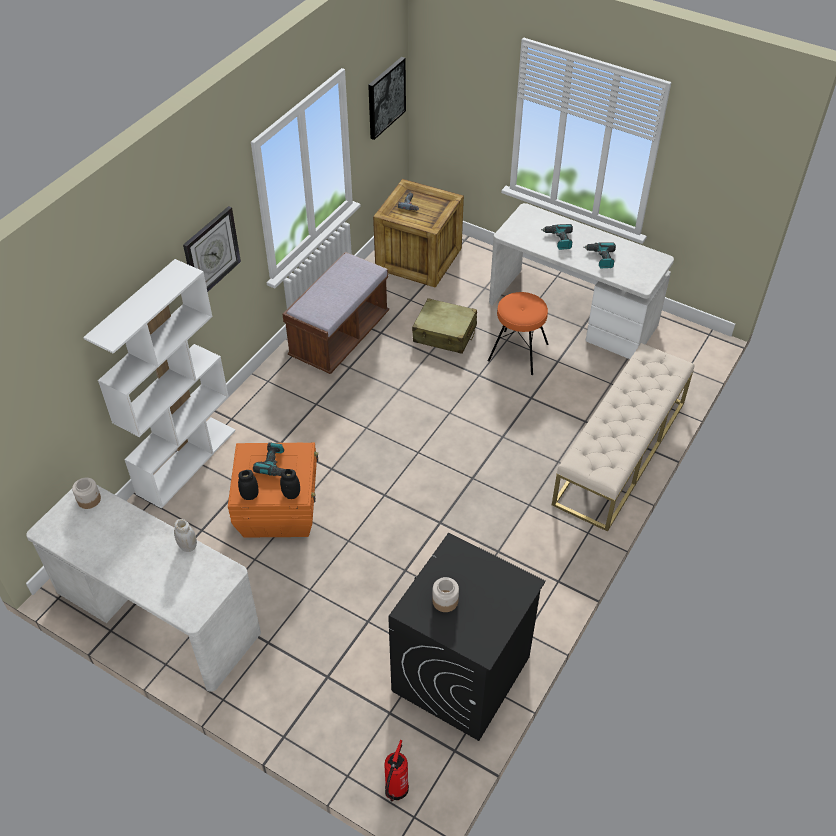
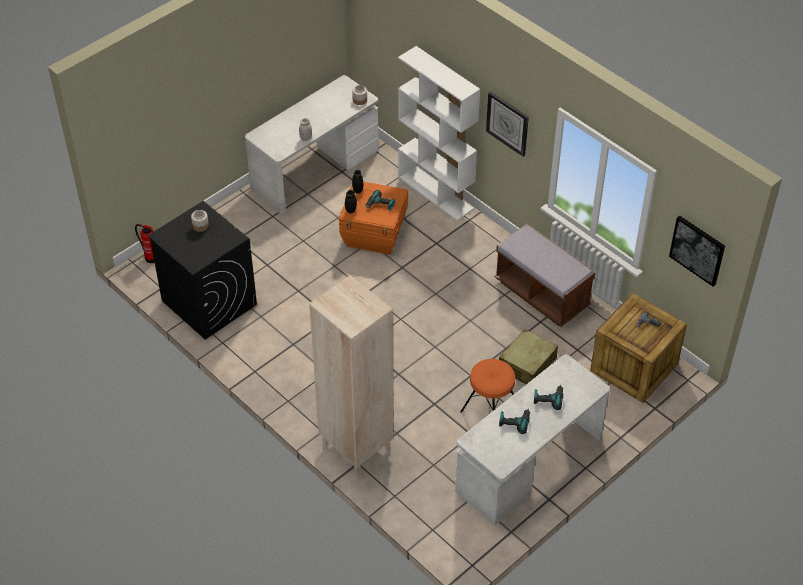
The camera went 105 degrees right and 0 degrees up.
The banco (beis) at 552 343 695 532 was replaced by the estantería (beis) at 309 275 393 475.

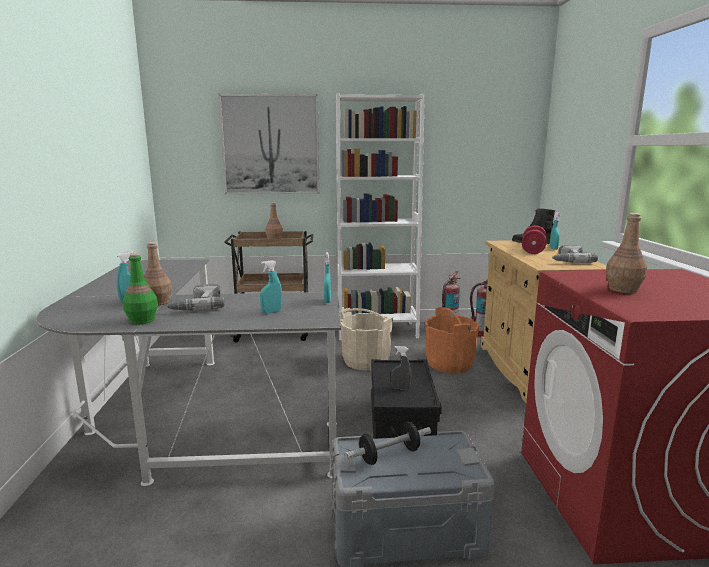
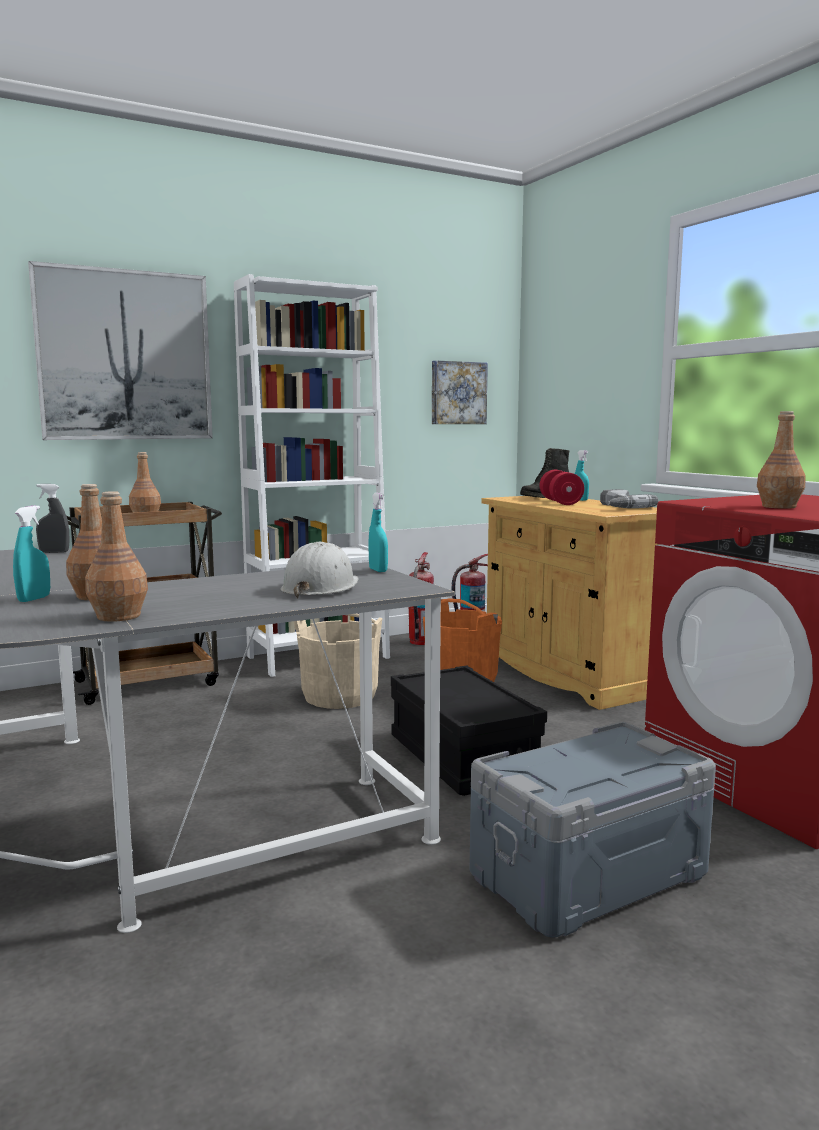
The camera went 25 degrees left and 5 degrees down.
The botella (verde) at 123 253 158 324 became the botella (marrón) at 85 491 148 622.
The pulverizador (turquesa) at 260 260 282 314 was replaced by the casco (blanco) at 280 542 359 598.
The taladro at 166 284 225 311 disappeared.
The pulverizador (gris) moved from 391 346 411 390 to 36 484 70 553.
The mancuerna at 345 422 431 465 disappeared.
The cuadro at 432 360 488 424 appeared.

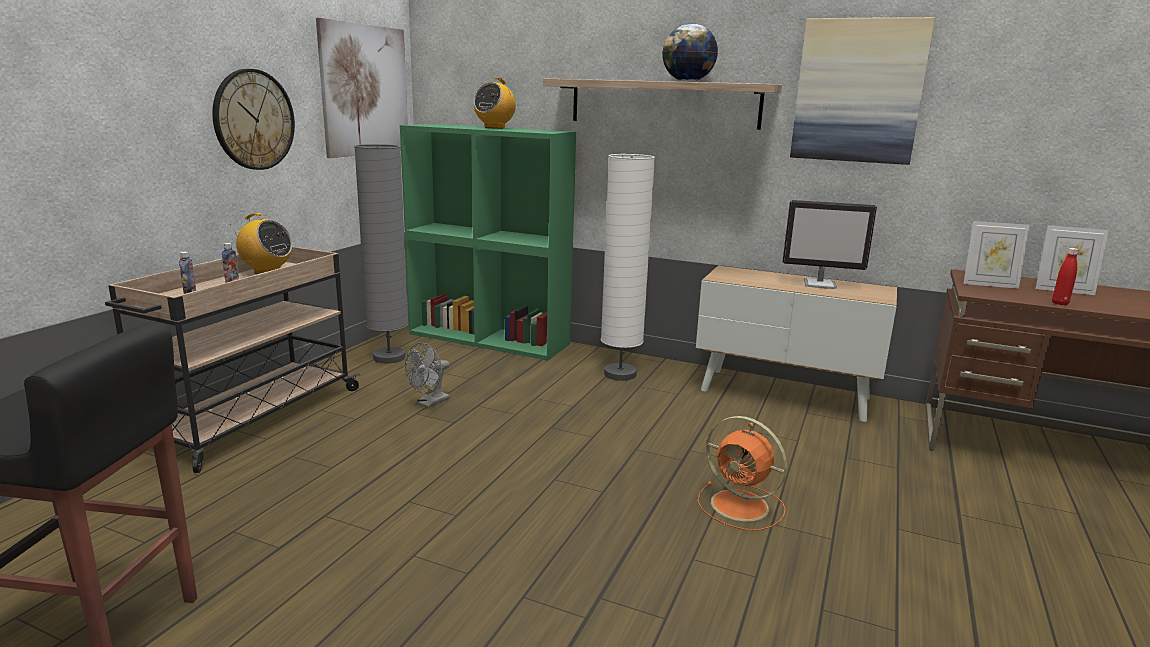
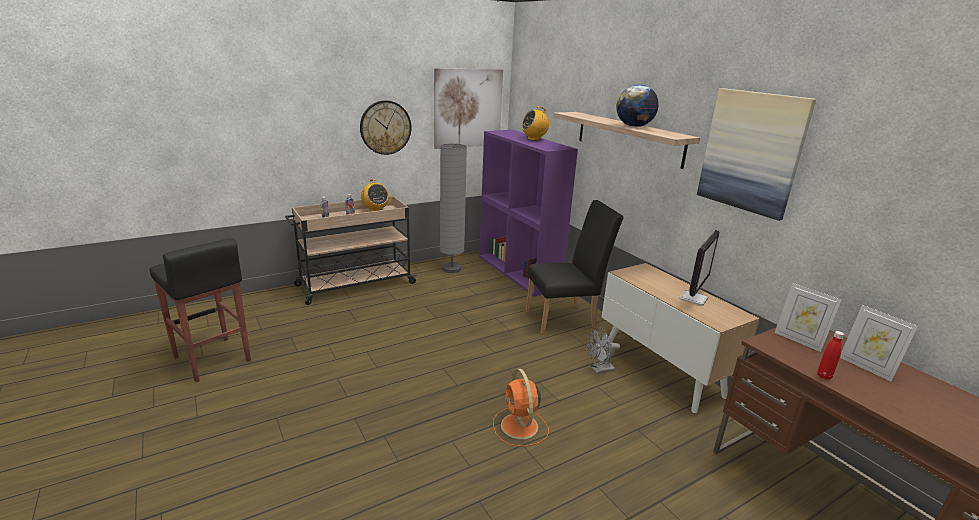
The camera went 35 degrees right and 5 degrees up.
The estantería (verde) at 400 124 576 361 became the estantería (morado) at 479 130 578 296.
The lámpara de pie (blanco) at 601 154 655 381 was replaced by the silla (negro) at 525 200 623 335.
The monitor at 783 200 877 289 turned 105 degrees counterclockwise.
The ventilador (gris) moved from 405 343 450 408 to 587 327 620 374.

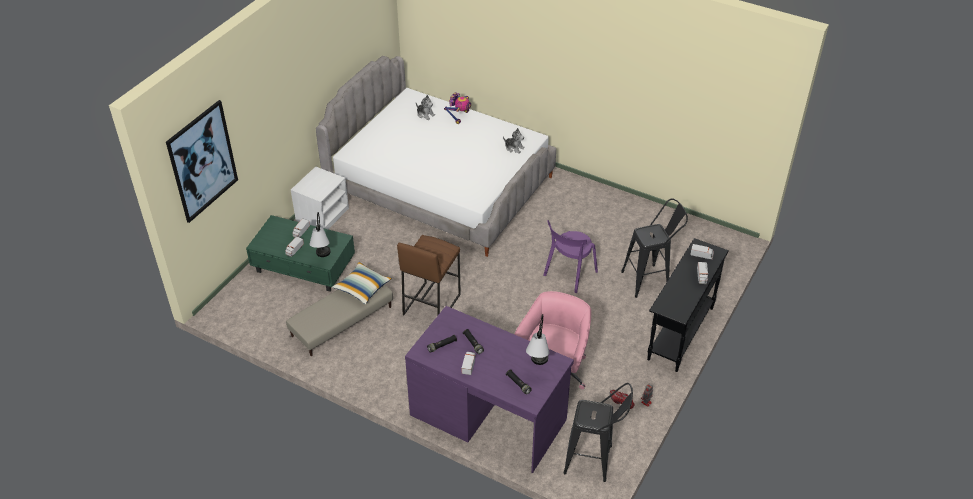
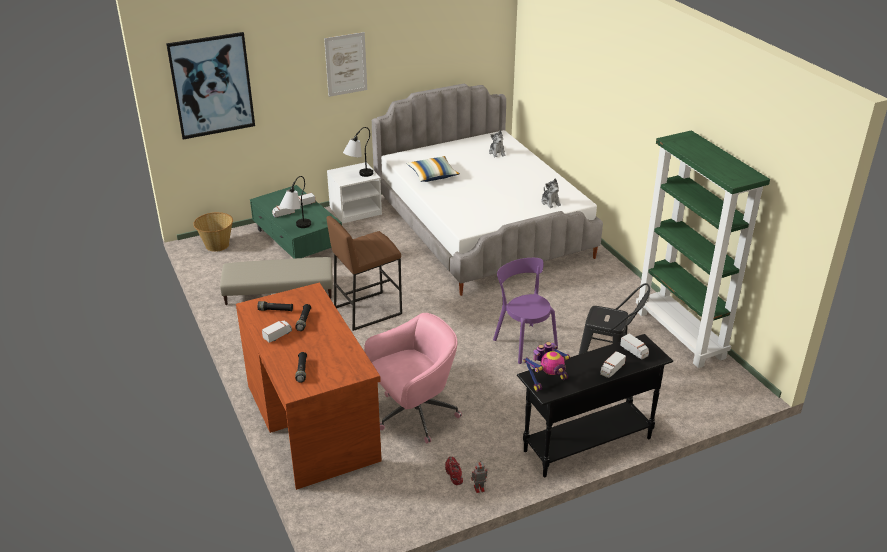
The camera went 35 degrees right and 10 degrees down.
The robot de juguete moved from 444 92 471 124 to 523 342 570 391.
The silla (morado) at 544 220 598 293 turned 75 degrees clockwise.
The cojín moved from 332 262 392 304 to 406 156 460 182.
The escritorio (morado) at 405 306 574 473 became the escritorio (marrón) at 236 283 382 490.
The lámpara de mesa moved from 526 314 550 365 to 343 127 373 177.
The taburete (negro) at 563 383 633 482 disappeared.
The cuadro at 324 32 367 97 appeared.
The estantería (verde) at 636 130 770 368 appeared.
The cesta at 193 212 233 252 appeared.

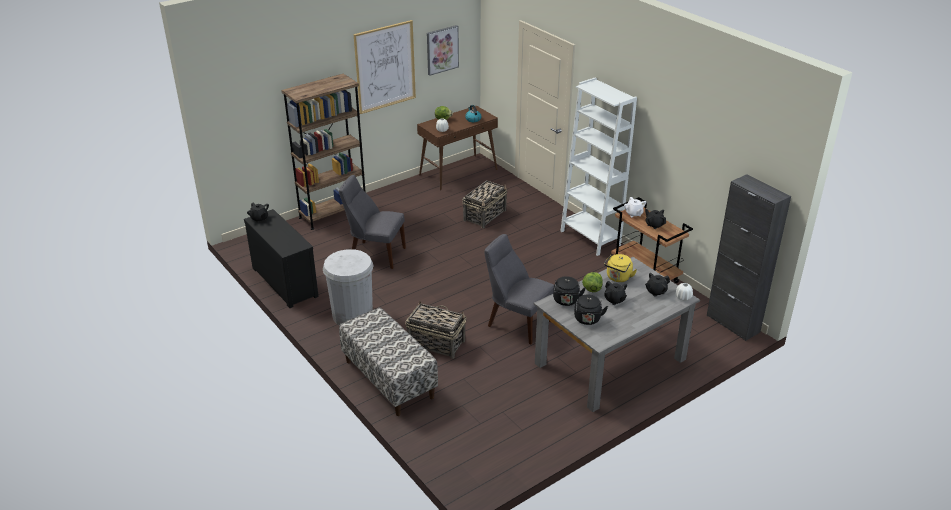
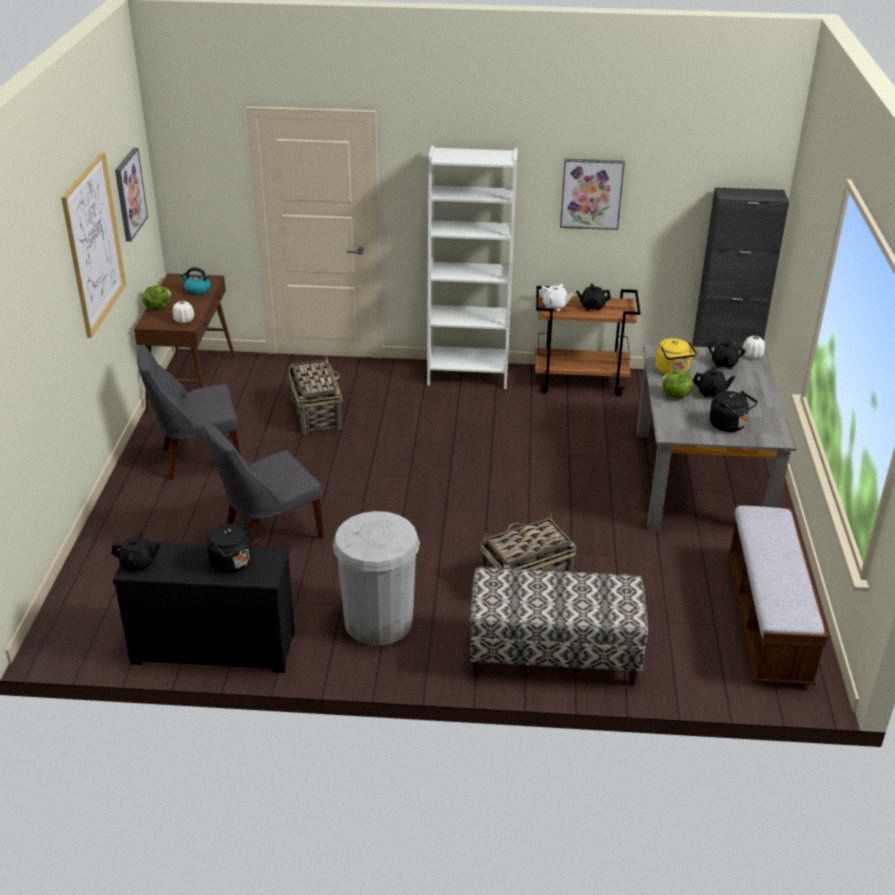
The camera went 50 degrees left and 0 degrees up.
The estantería (marrón) at 281 74 366 230 disappeared.
The silla (gris) moved from 484 234 554 344 to 137 345 240 480.
The hervidor (negro) moved from 553 276 586 306 to 207 524 258 573.
The cuadro at 560 159 625 230 appeared.
The banco at 728 506 828 685 appeared.

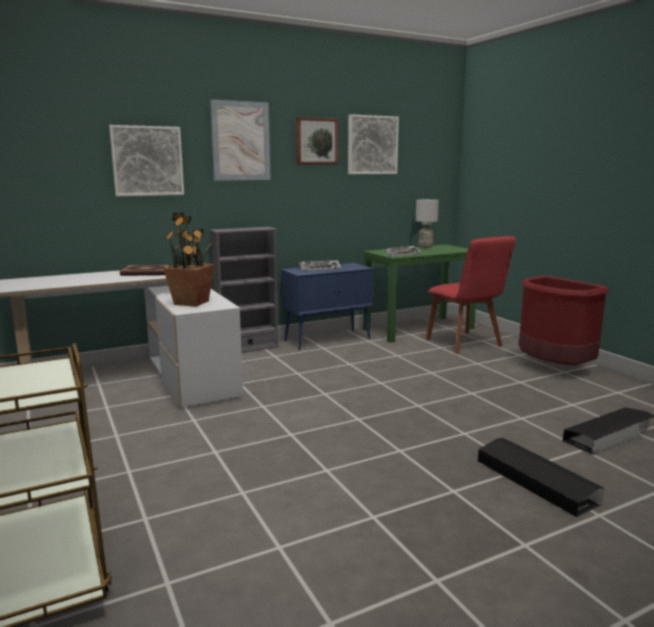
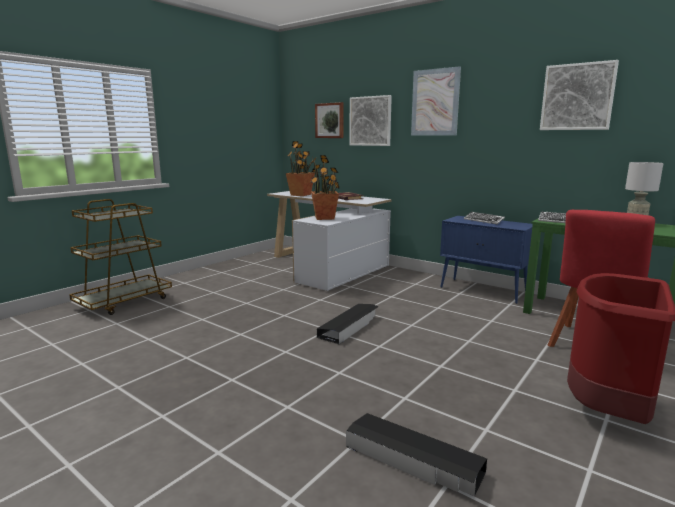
The camera went 65 degrees right and 0 degrees up.
The cuadro moved from 296 117 338 165 to 315 102 344 138.
The estantería (gris) at 210 227 280 353 disappeared.
The caja de almacenaje (negro) moved from 478 438 605 517 to 317 304 379 344.
The planta en maceta at 286 141 315 196 appeared.

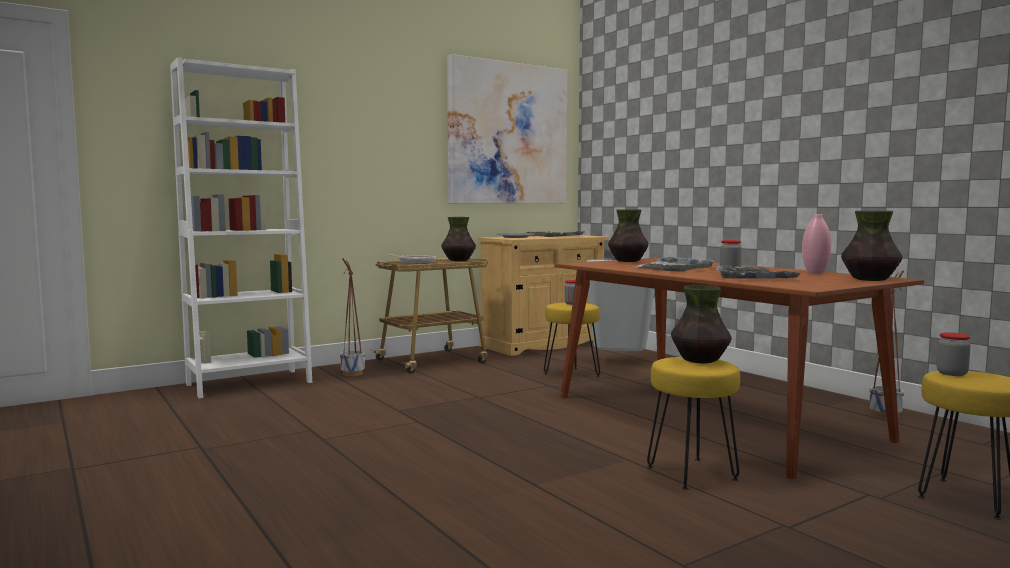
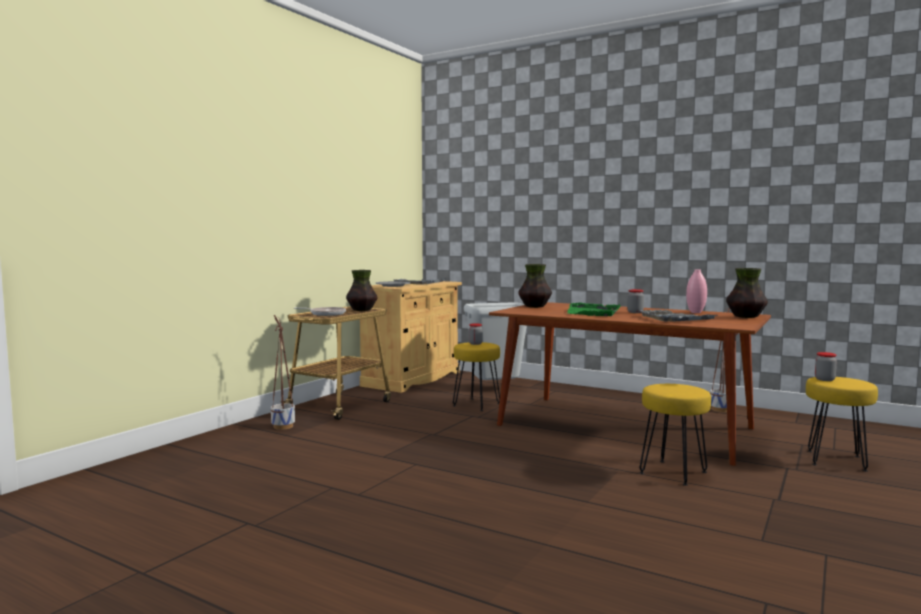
The camera went 25 degrees left and 0 degrees up.
The cuadro at 447 54 567 204 disappeared.
The estantería (blanco) at 170 57 312 399 disappeared.
The bandeja (gris) at 635 256 715 272 became the bandeja (verde) at 567 303 621 316.
The florero at 671 285 731 363 disappeared.

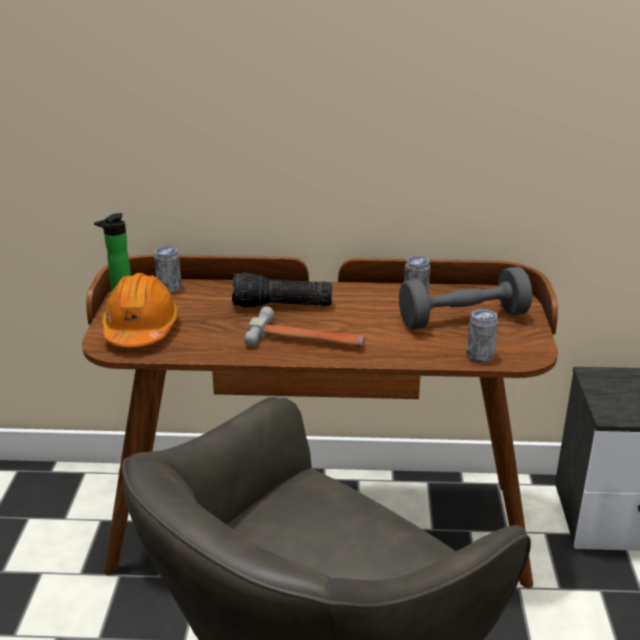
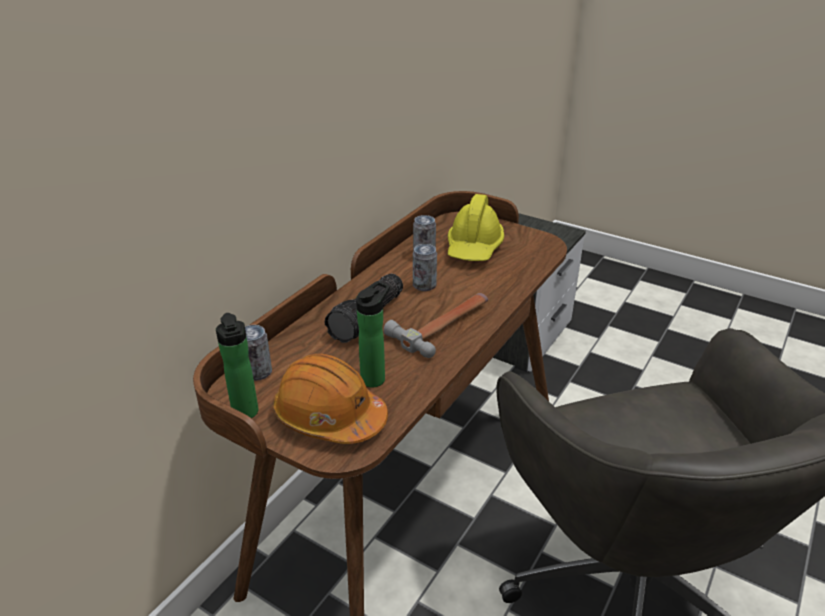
The camera went 60 degrees left and 5 degrees up.
The mancuerna (gris) at 399 267 532 330 was replaced by the casco (amarillo) at 448 194 504 261.
The lata moved from 466 309 498 363 to 413 244 437 291.
The botella at 356 281 390 388 appeared.

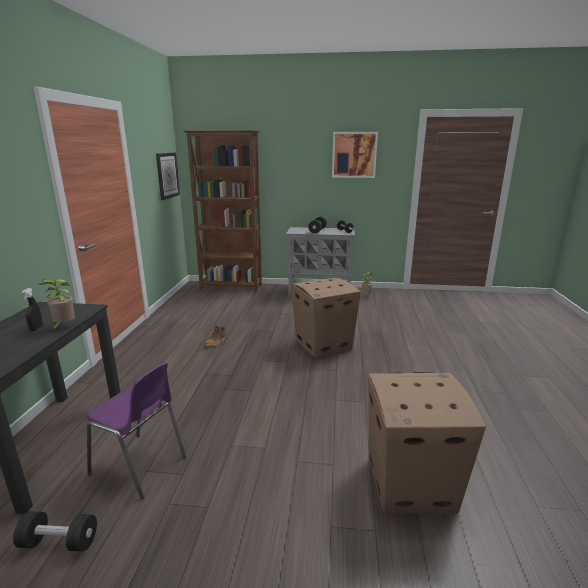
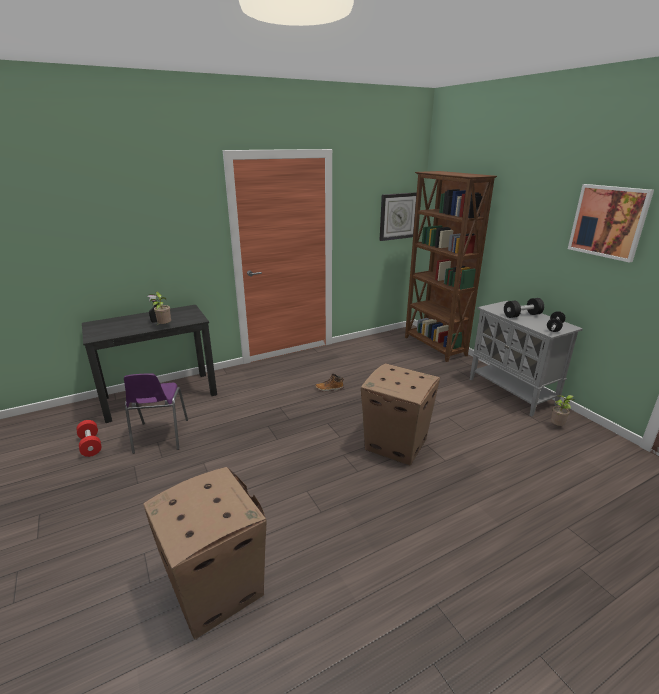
The camera went 55 degrees right and 5 degrees up.
The mancuerna (negro) at 13 511 97 552 became the mancuerna (rojo) at 76 420 101 457.

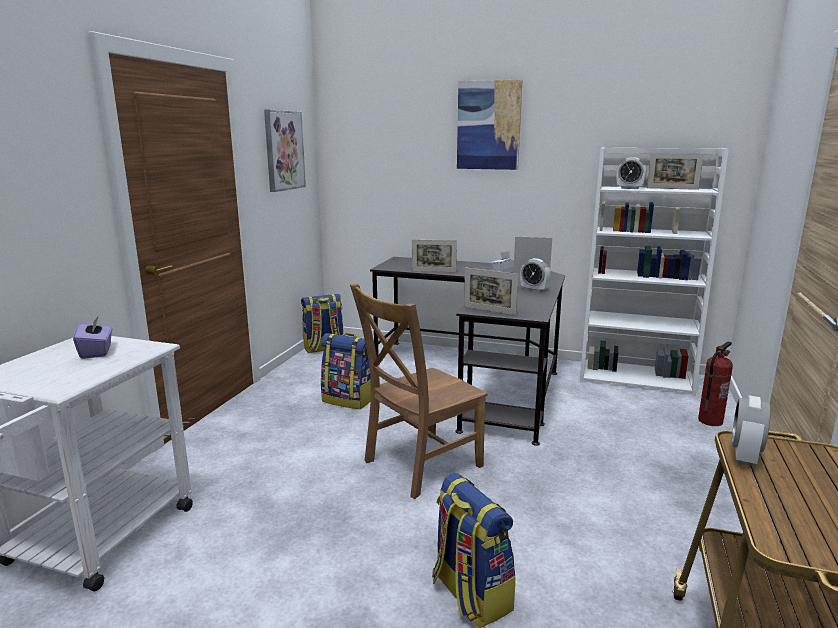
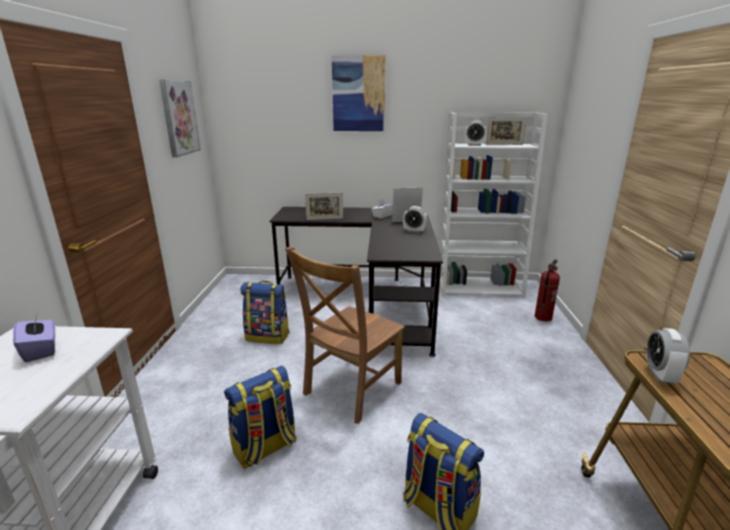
The camera went 15 degrees left and 5 degrees up.
The portarretratos at 464 267 519 315 disappeared.
The mochila moved from 301 294 343 353 to 224 366 297 469.

